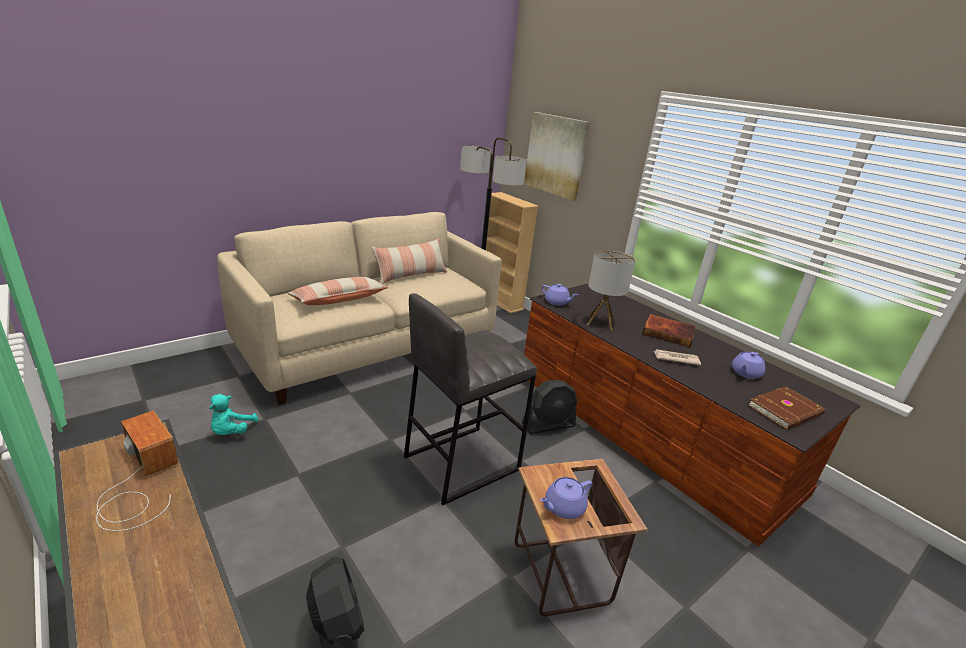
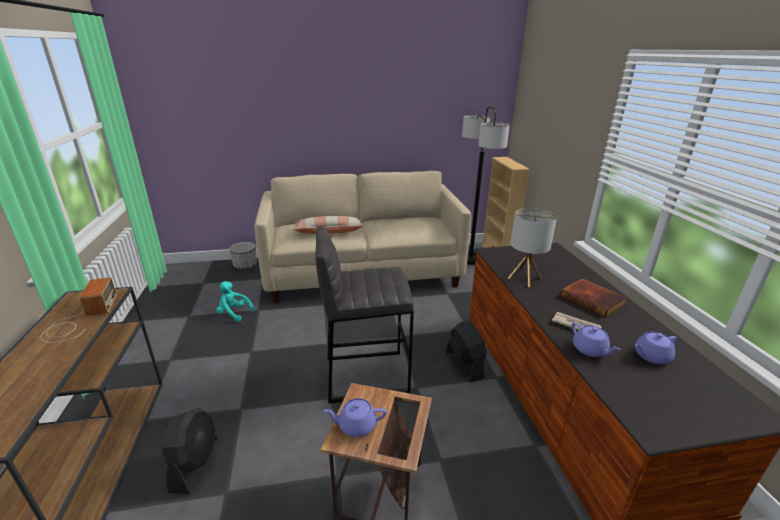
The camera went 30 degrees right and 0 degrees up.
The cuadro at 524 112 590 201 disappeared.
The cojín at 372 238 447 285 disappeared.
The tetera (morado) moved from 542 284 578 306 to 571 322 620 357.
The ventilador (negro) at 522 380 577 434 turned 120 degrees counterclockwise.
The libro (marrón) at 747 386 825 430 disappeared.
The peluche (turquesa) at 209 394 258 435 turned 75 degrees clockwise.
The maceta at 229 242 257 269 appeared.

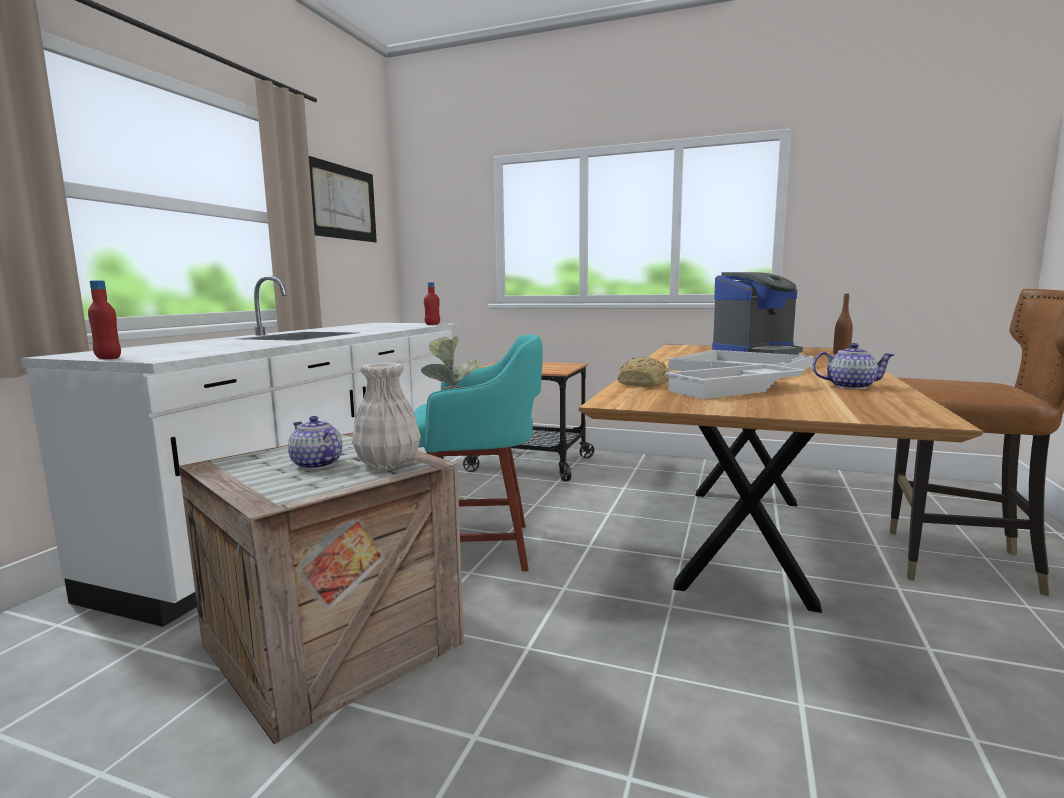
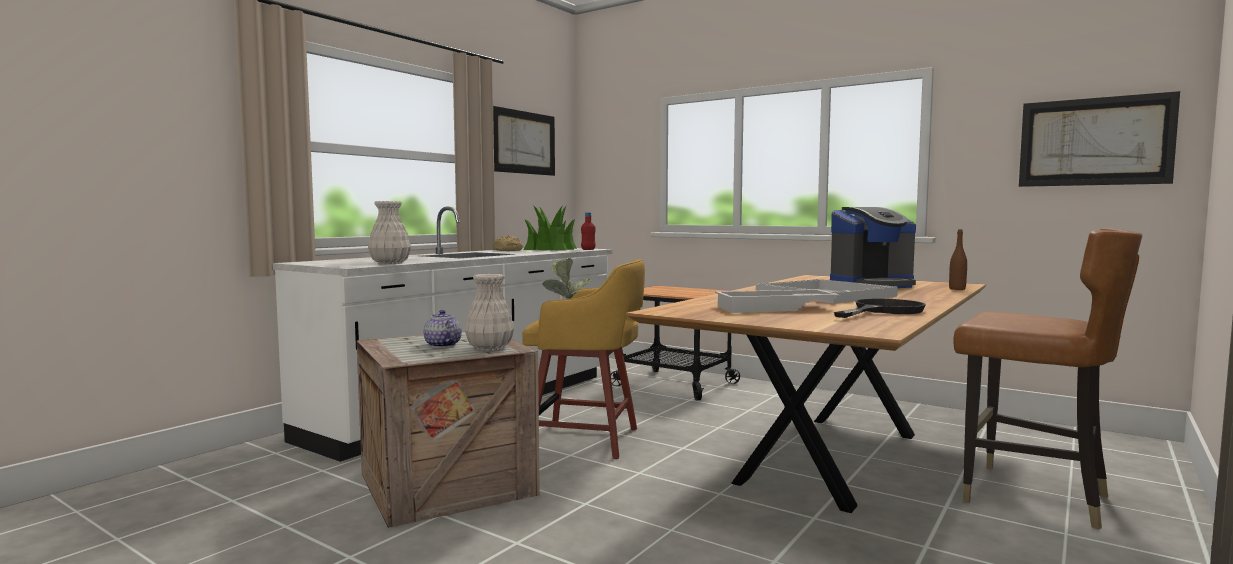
The camera went 15 degrees right and 5 degrees down.
The botella (rojo) at 88 280 121 359 disappeared.
The taburete (turquesa) at 414 335 543 571 became the taburete (amarillo) at 522 259 645 459.
The tetera at 812 343 894 389 was replaced by the sartén (negro) at 834 299 926 318.
The pan moved from 618 357 669 387 to 493 235 523 251.
The cuadro at 1019 91 1180 187 appeared.
The florero (blanco) at 368 201 411 264 appeared.
The planta en maceta at 524 205 577 251 appeared.

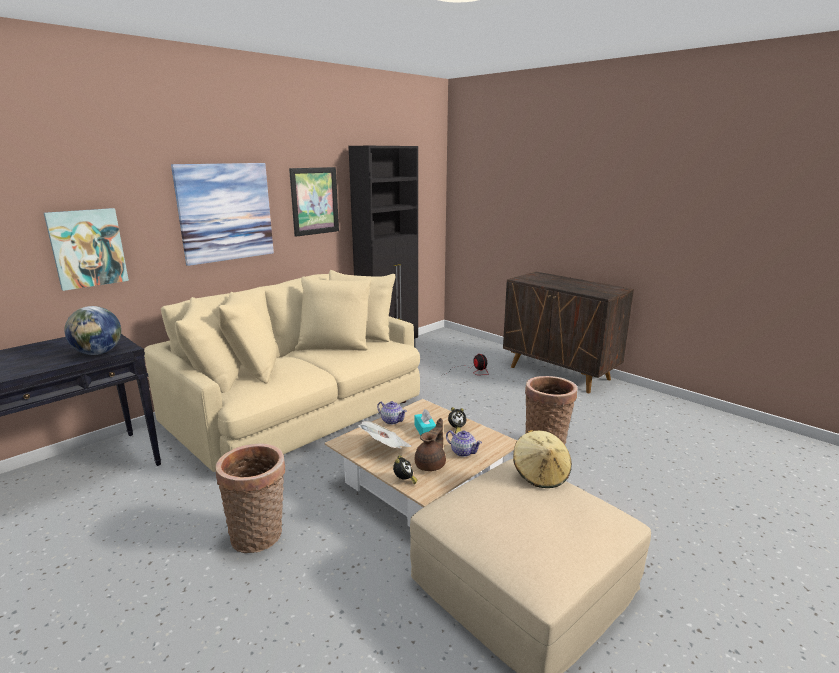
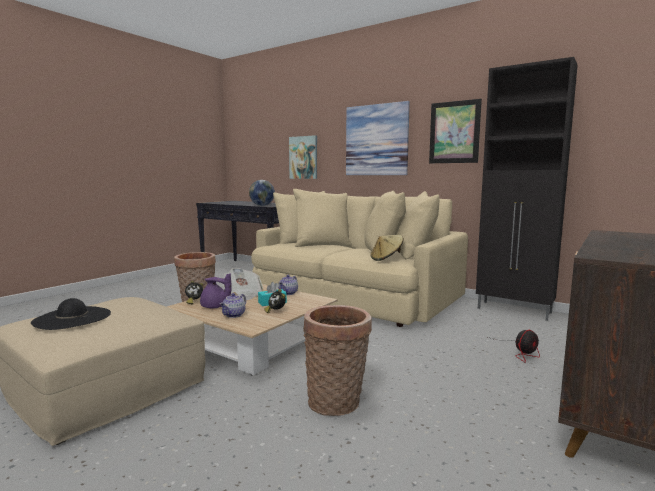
The camera went 80 degrees right and 10 degrees down.
The tetera (marrón) at 415 418 446 471 became the tetera (morado) at 200 273 232 308.
The sombrero (beis) moved from 513 430 572 488 to 370 235 404 261.
The sombrero (negro) at 31 298 111 330 appeared.

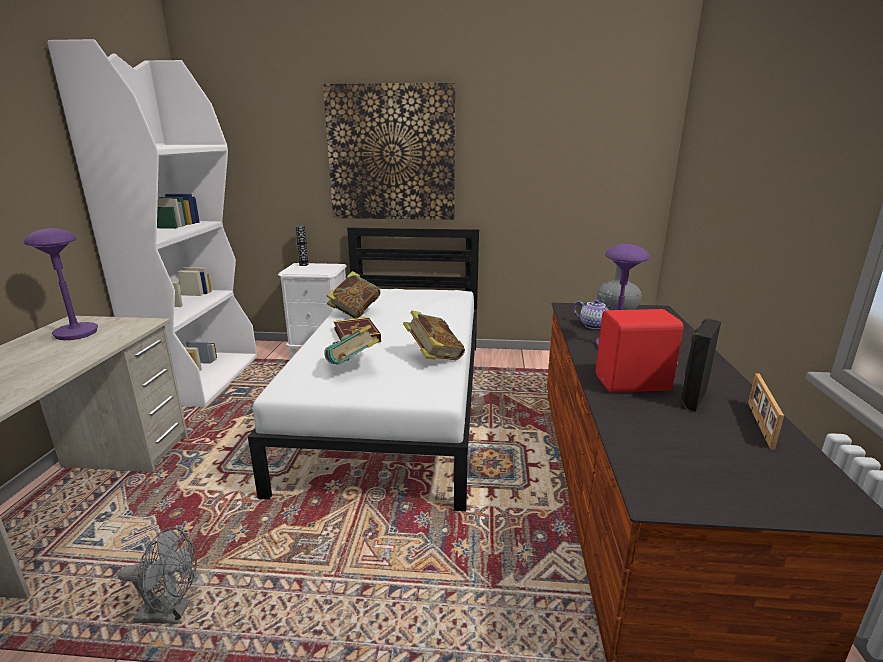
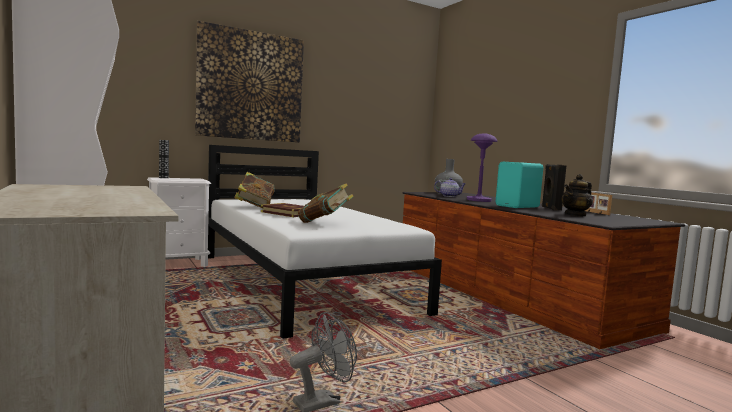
The camera went 35 degrees left and 15 degrees down.
The lámpara de mesa (morado) at 24 228 98 340 disappeared.
The altavoz (rojo) at 596 309 683 392 became the altavoz (turquesa) at 496 162 543 208.
The libro at 403 311 465 360 disappeared.
The tetera at 562 174 593 217 appeared.

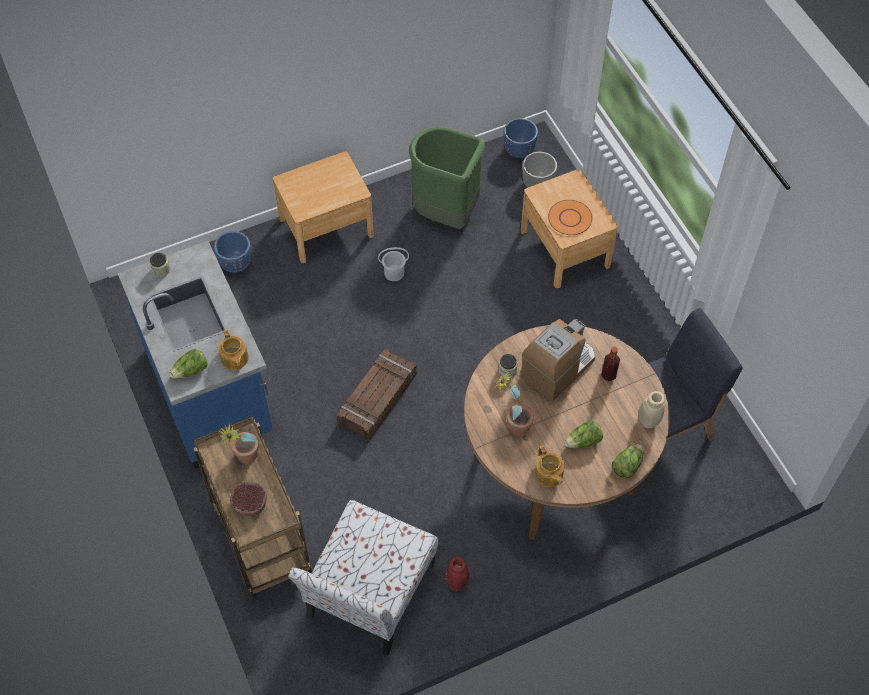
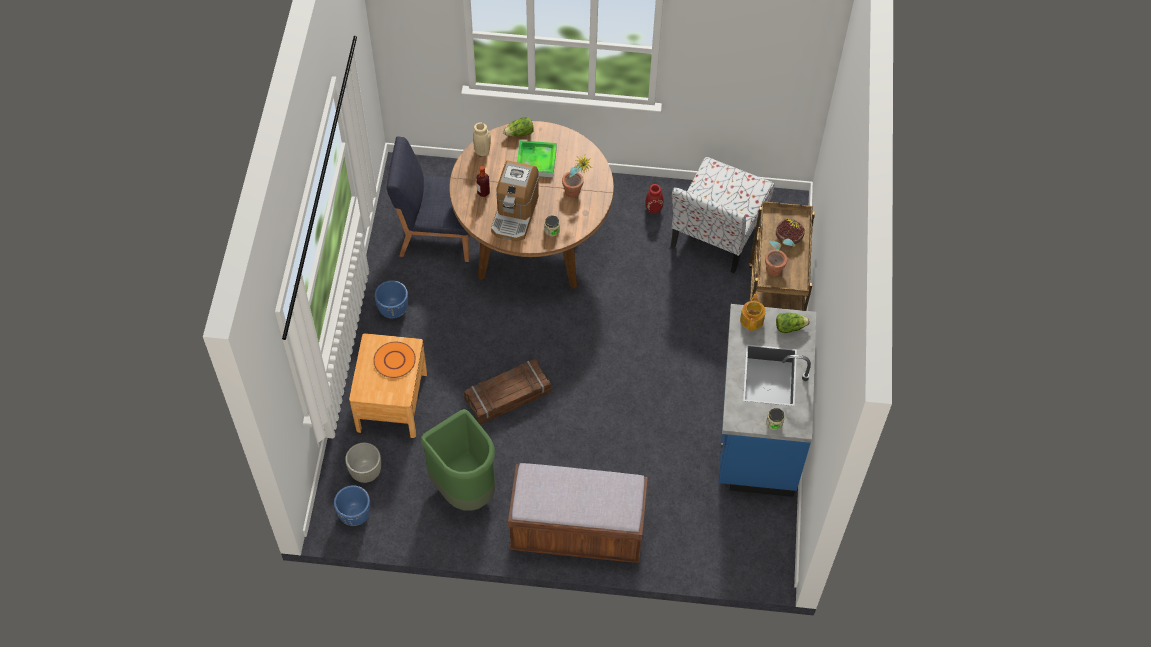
The camera went 150 degrees left and 0 degrees up.
The mesita de noche (marrón) at 273 151 374 263 was replaced by the banco (marrón) at 508 463 648 563.
The maceta (azul) moved from 214 231 251 273 to 375 280 408 319.
The cubo (blanco) at 378 247 409 281 disappeared.
The cafetera at 521 319 595 402 turned 60 degrees counterclockwise.
The caja de embalaje moved from 337 349 417 441 to 464 359 551 424.
The lechuga at 564 421 603 448 was replaced by the bandeja at 517 140 557 177.
The tetera at 535 445 565 487 disappeared.
The silla at 288 500 438 655 turned 150 degrees clockwise.

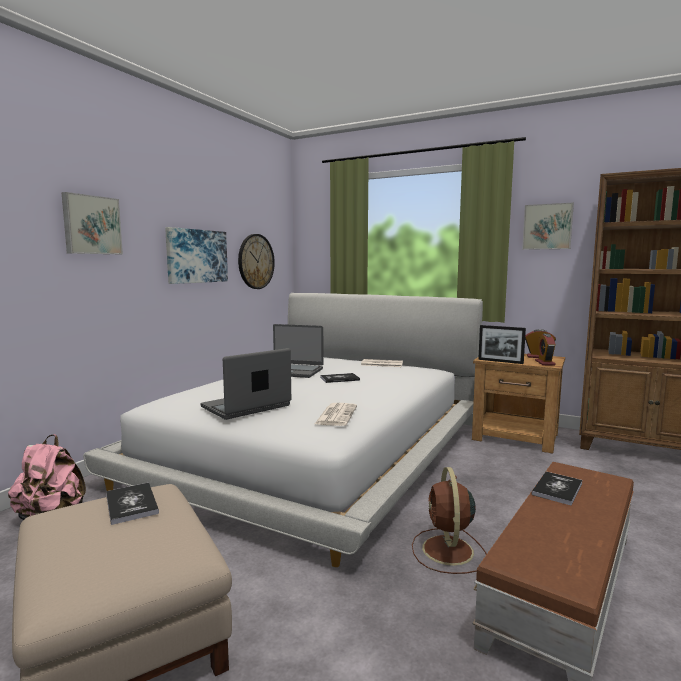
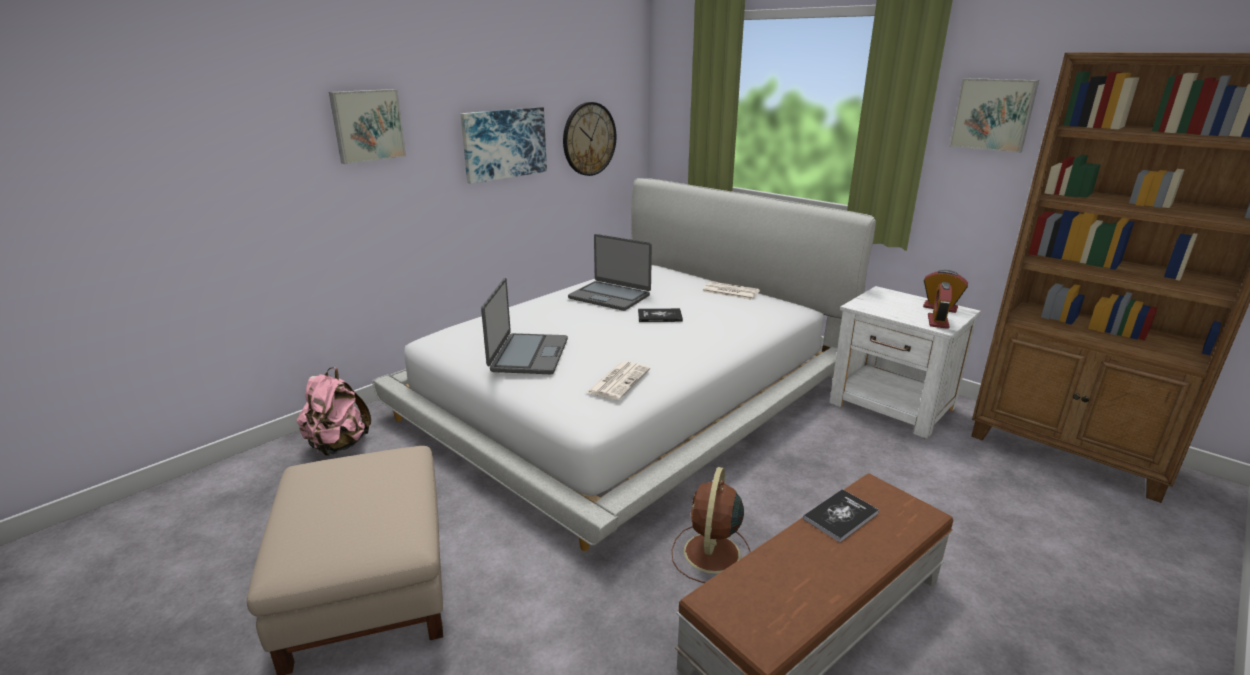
The camera went 15 degrees right and 15 degrees up.
The portarretratos at 478 325 526 364 disappeared.
The portátil at 201 348 291 420 turned 120 degrees clockwise.
The mesita de noche (marrón) at 472 354 565 453 became the mesita de noche (blanco) at 829 286 981 439.
The libro at 106 483 159 525 disappeared.

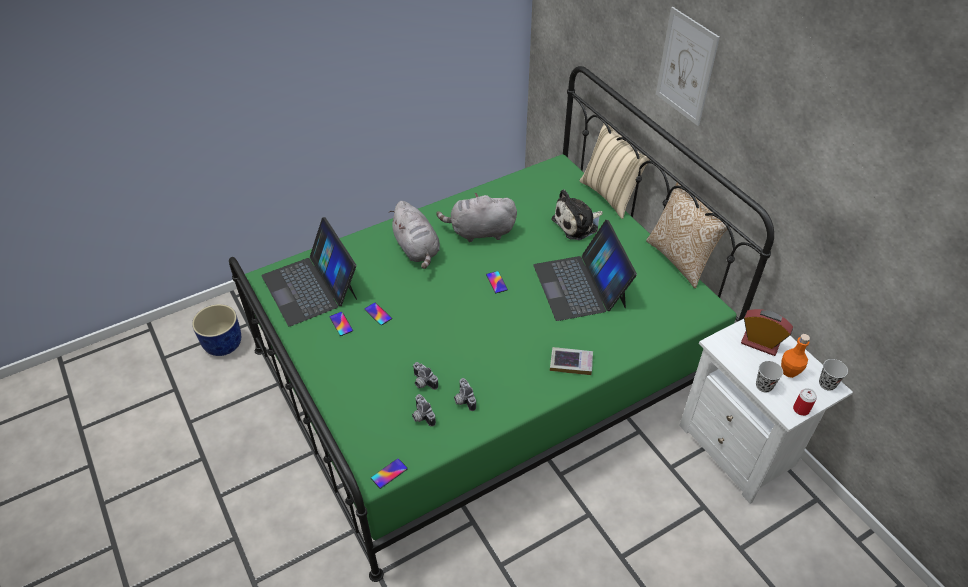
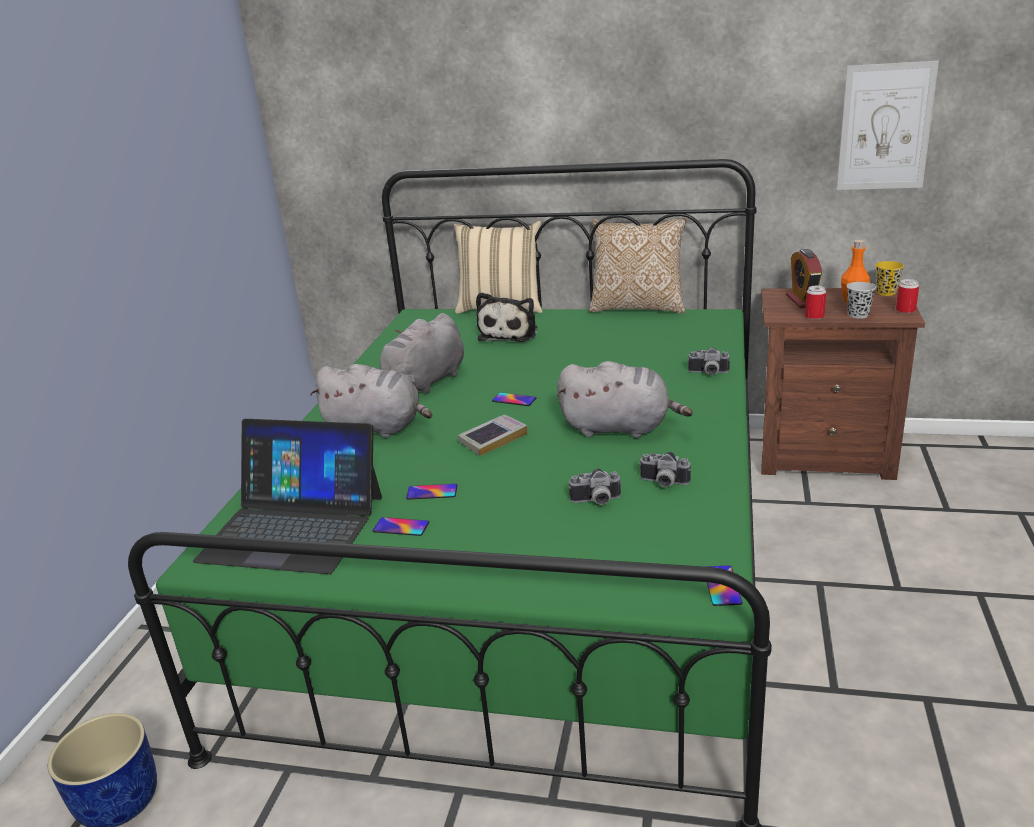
The camera went 45 degrees left and 20 degrees down.
The cuadro moved from 656 7 720 126 to 837 61 939 190.
The portátil at 533 220 637 321 disappeared.
The despertador at 741 309 793 356 turned 75 degrees counterclockwise.
The mesita de noche (blanco) at 679 319 853 504 became the mesita de noche (marrón) at 761 288 925 480.
The libro moved from 550 347 593 375 to 458 415 527 456.
The taza (negro) at 819 359 848 391 became the taza (amarillo) at 876 261 904 296.
The cámara moved from 412 394 436 427 to 688 347 731 375.
The lata at 805 286 826 320 appeared.
The peluche (gris) at 557 361 693 438 appeared.

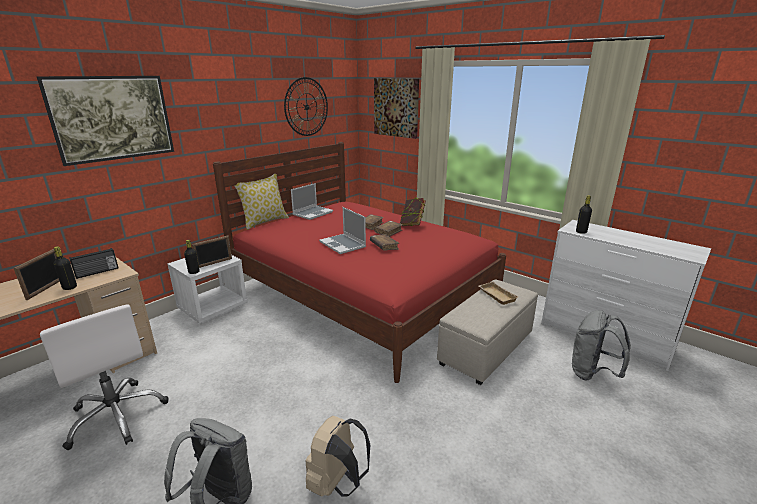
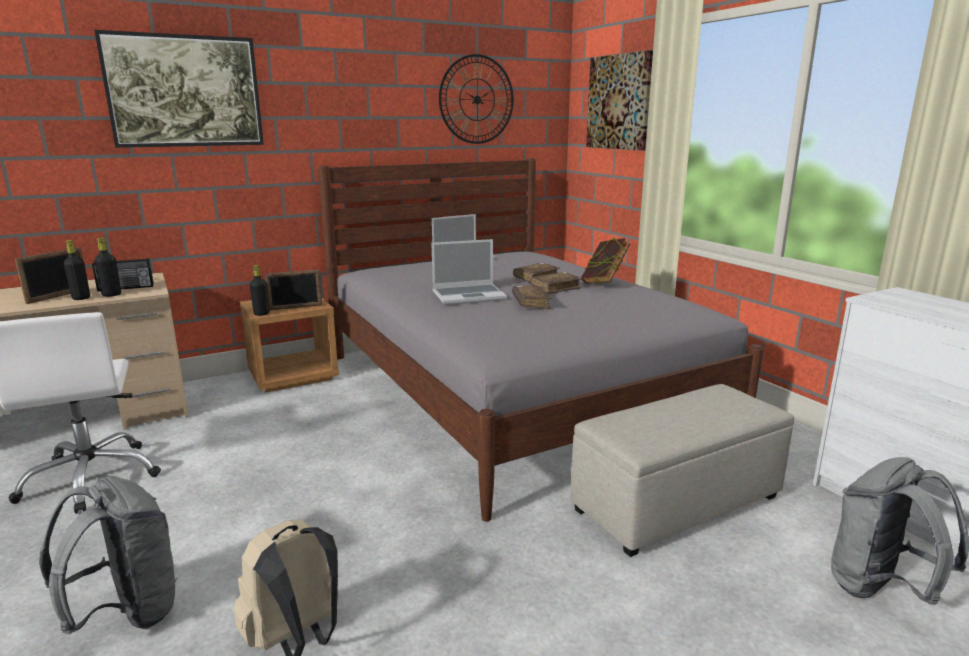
The camera went 20 degrees right and 5 degrees down.
The cama (rojo) at 213 142 506 383 became the cama (gris) at 318 158 763 522.
The cojín at 234 174 289 230 disappeared.
The botella (negro) moved from 576 196 592 234 to 94 238 121 297.
The portátil at 319 207 366 254 turned 90 degrees counterclockwise.
The mesita de noche (blanco) at 167 255 248 324 became the mesita de noche (marrón) at 240 298 339 392.
The bandeja (beis) at 478 282 519 305 disappeared.

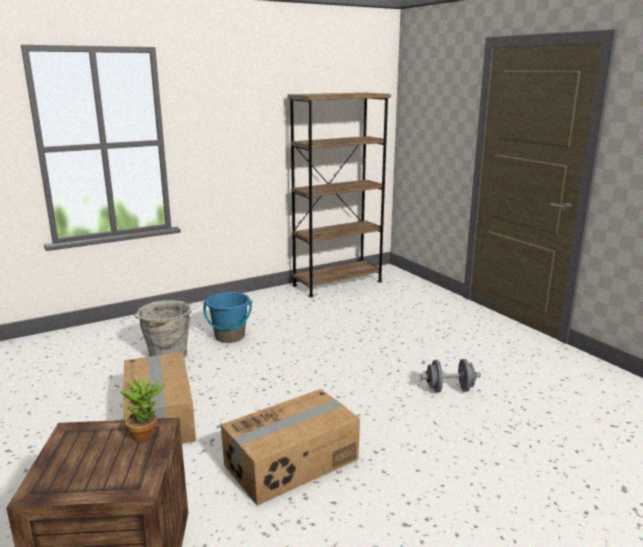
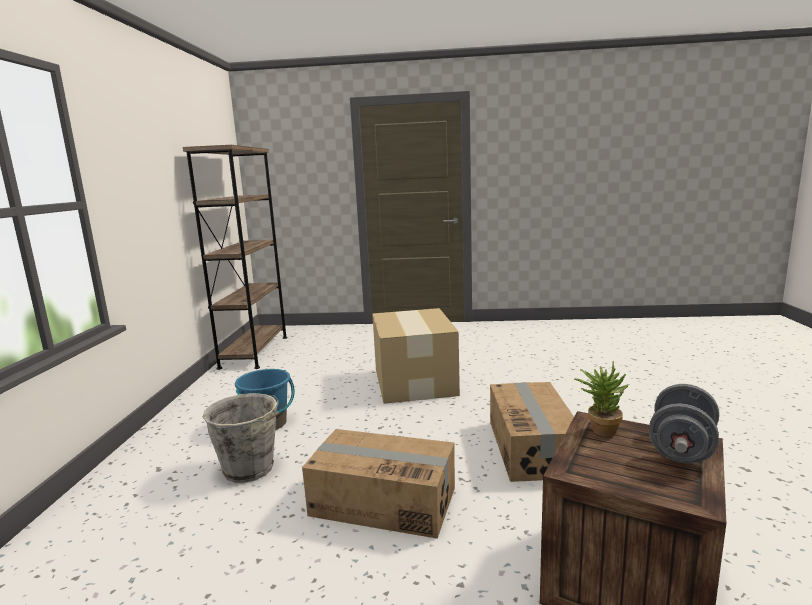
The camera went 55 degrees left and 5 degrees down.
The mancuerna (gris) moved from 421 359 481 393 to 649 384 719 464.
The caja de cartón at 372 308 460 404 appeared.

